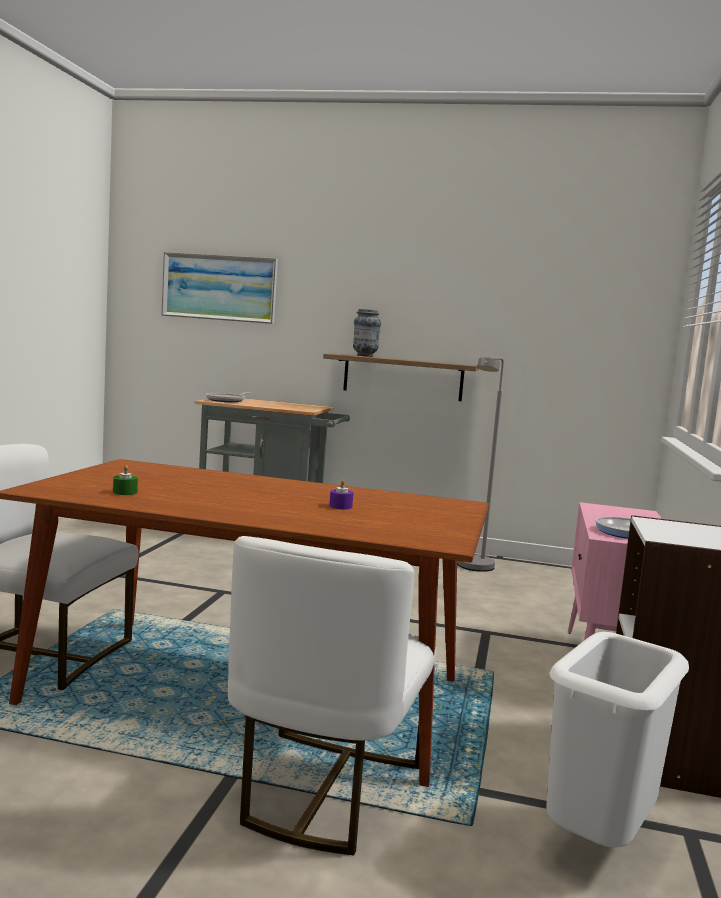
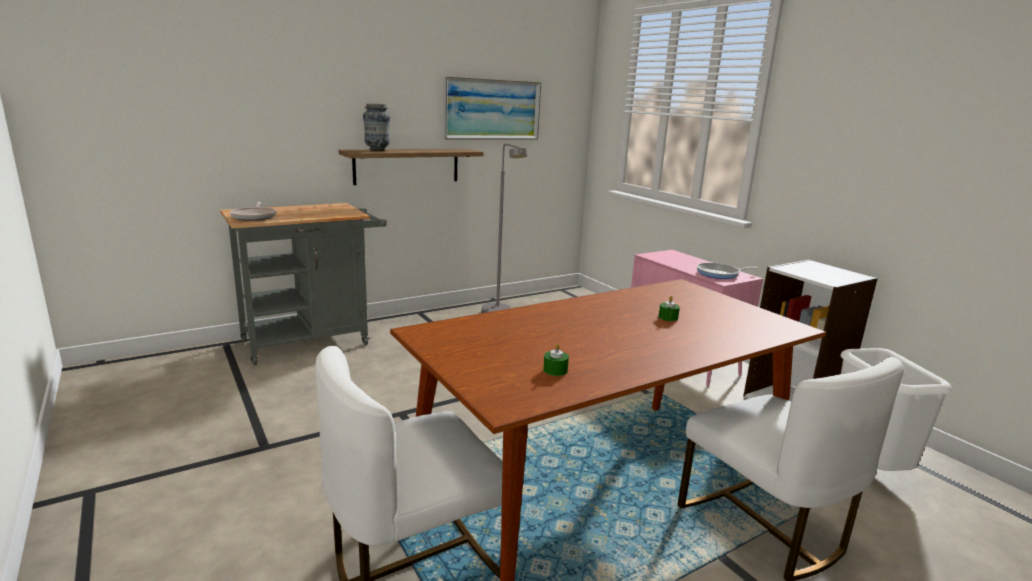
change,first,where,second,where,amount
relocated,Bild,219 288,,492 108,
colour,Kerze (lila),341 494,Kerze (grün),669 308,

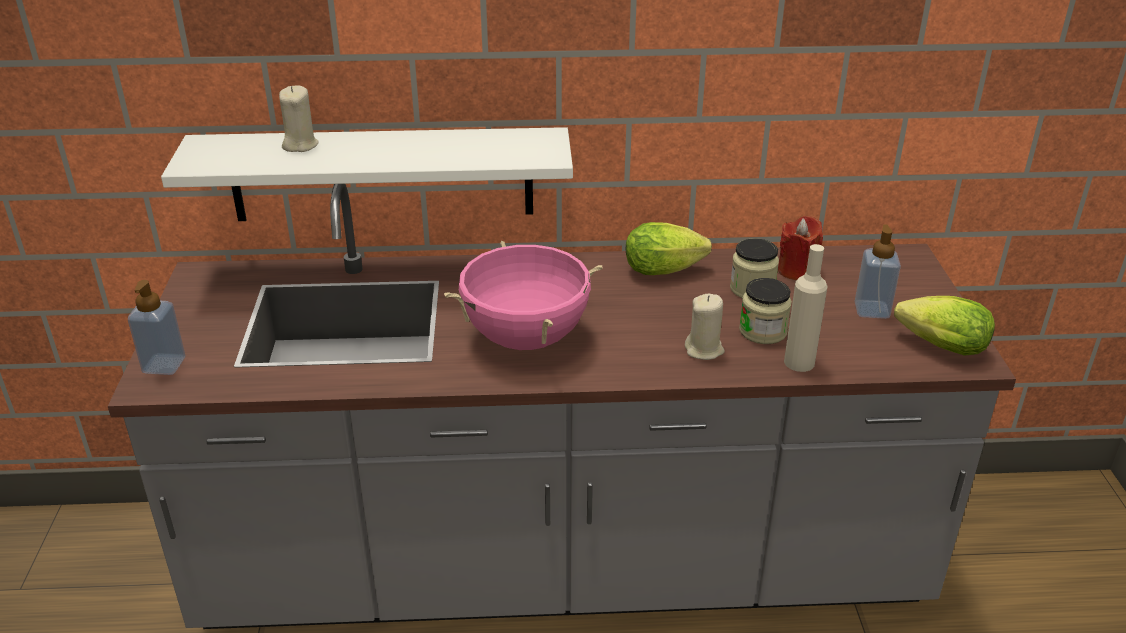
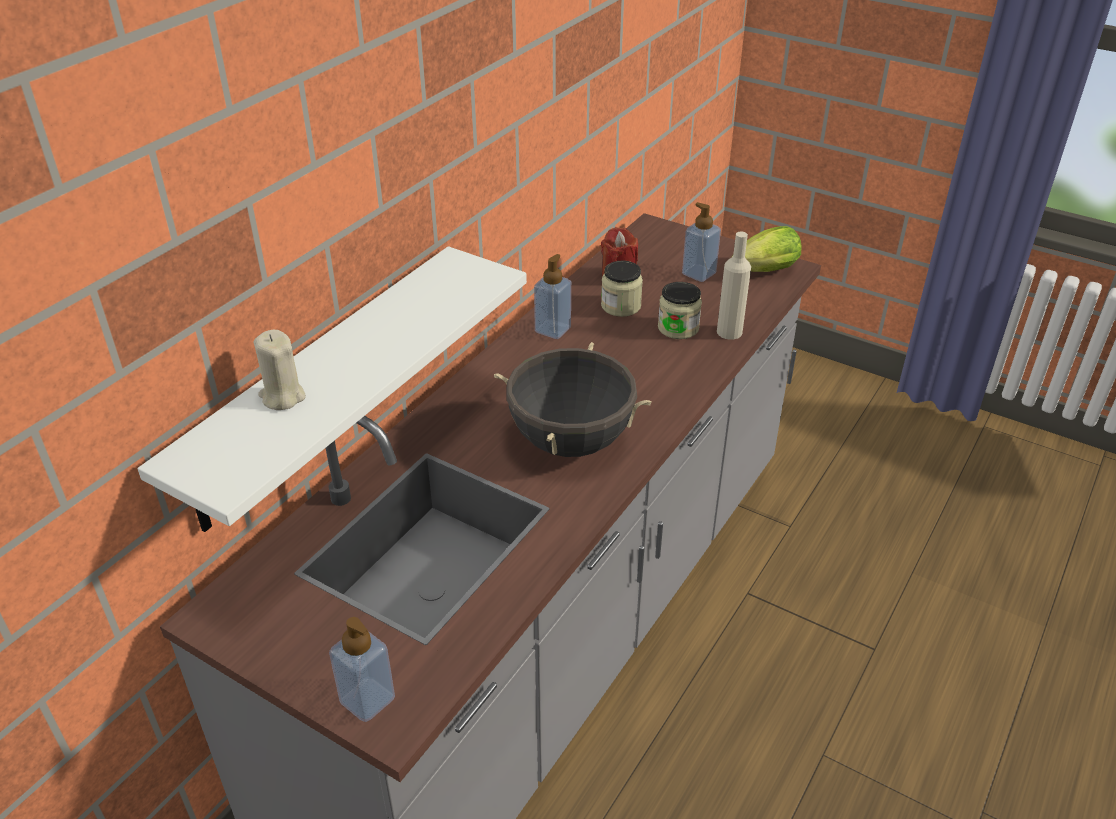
change,first,where,second,where,amount
missing,Kerze (beige),705 327,,,
exchanged,Salatkopf,669 248,Seifenspender,552 296,
colour,Kochtopf (rosa),523 295,Kochtopf (schwarz),573 399,

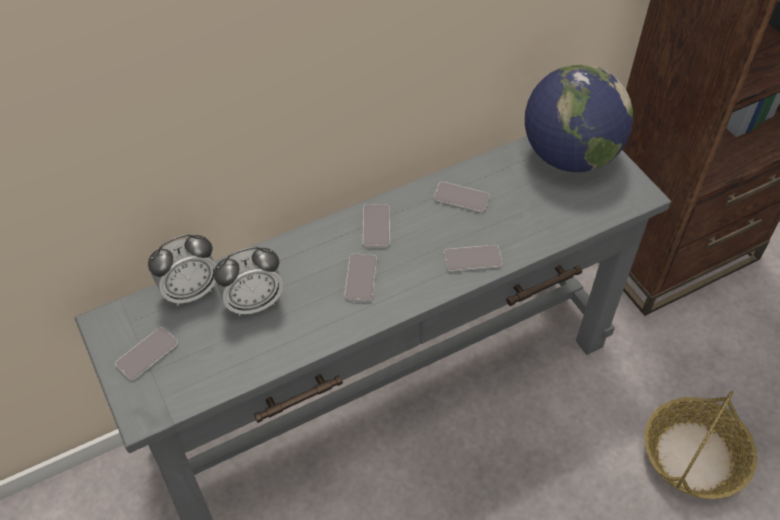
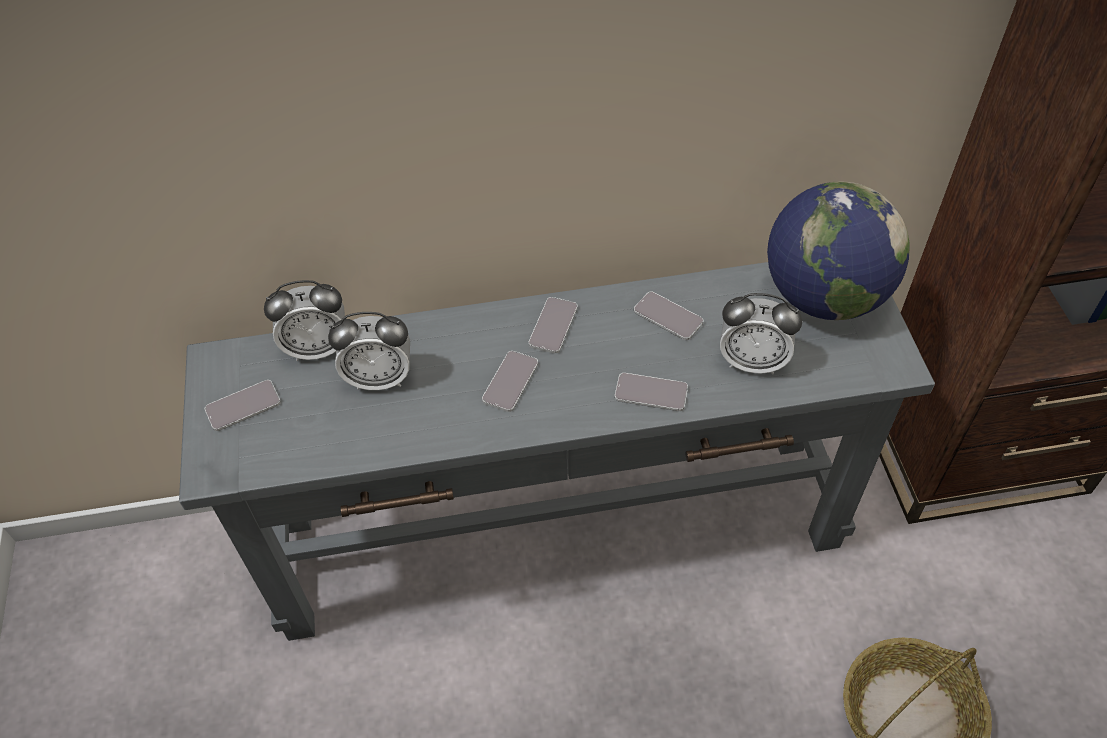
change,first,where,second,where,amount
appeared,,,Wecker,761 334,

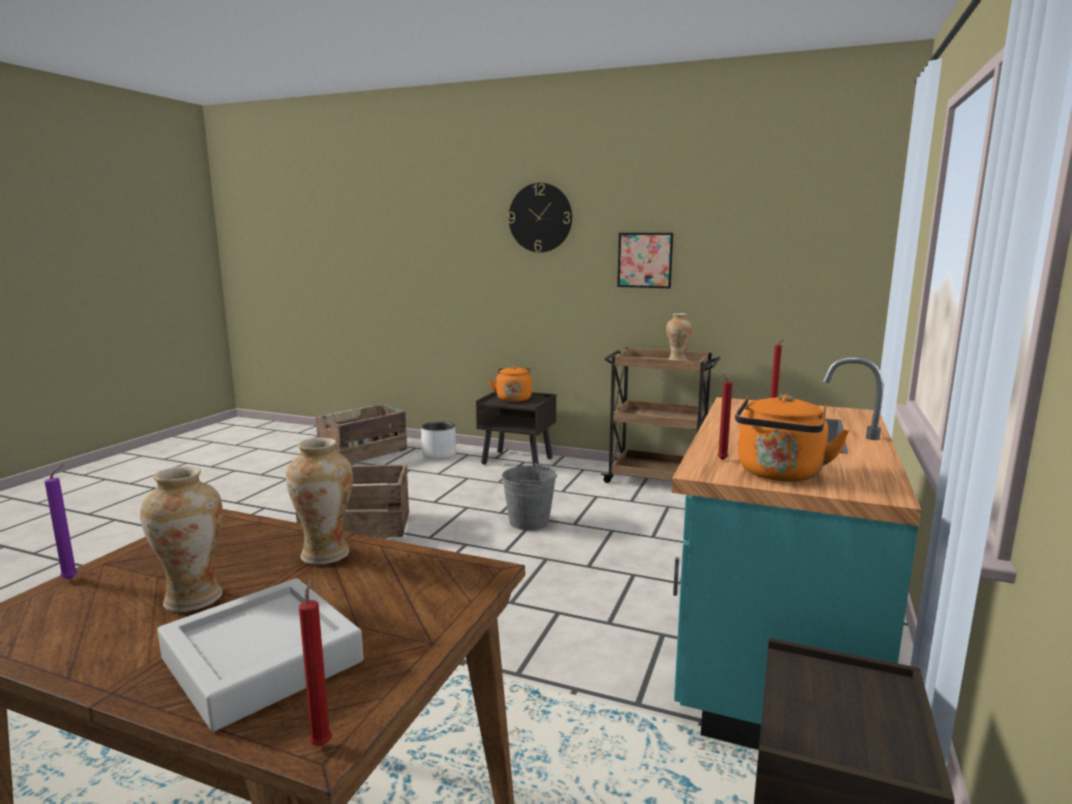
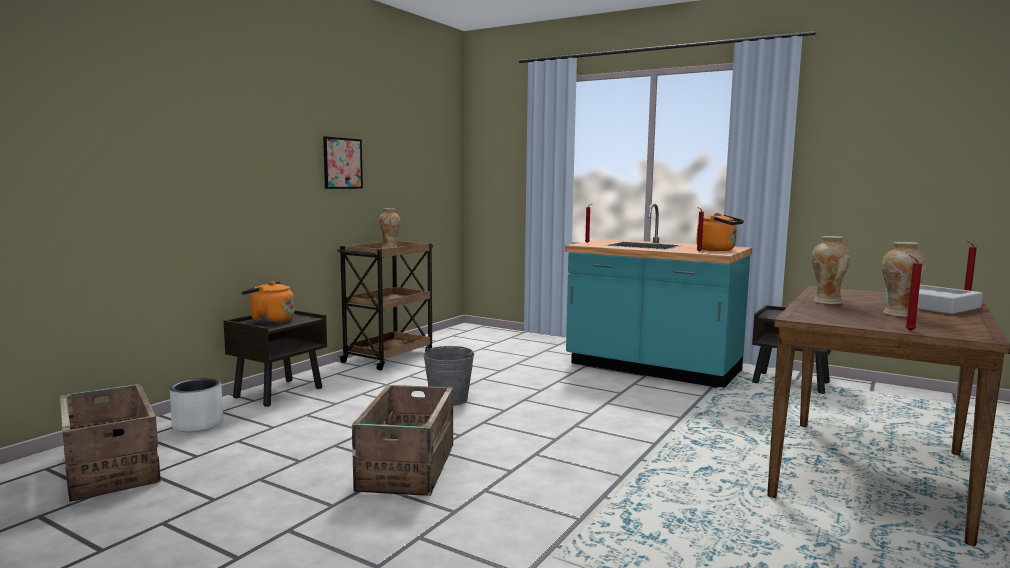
change,first,where,second,where,amount
missing,Wanduhr,540 217,,,
colour,Kerze (lila),61 521,Kerze (rot),913 293,

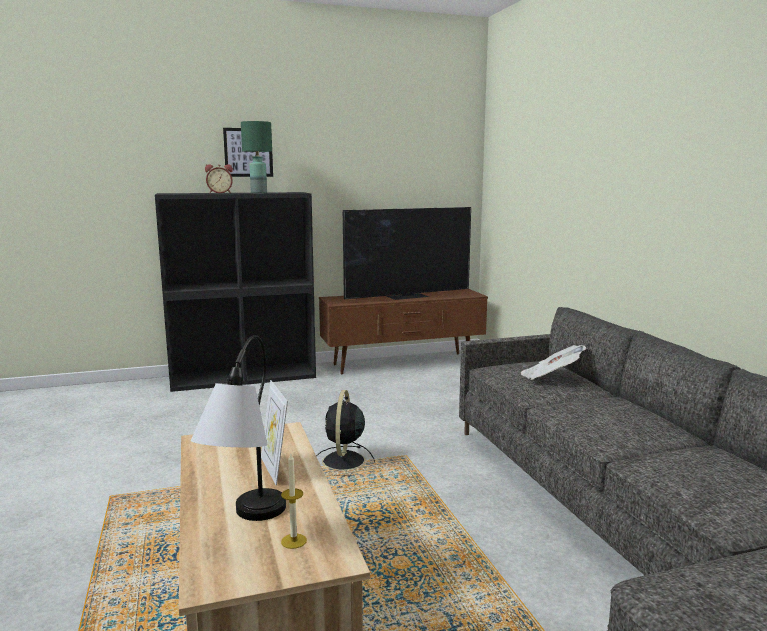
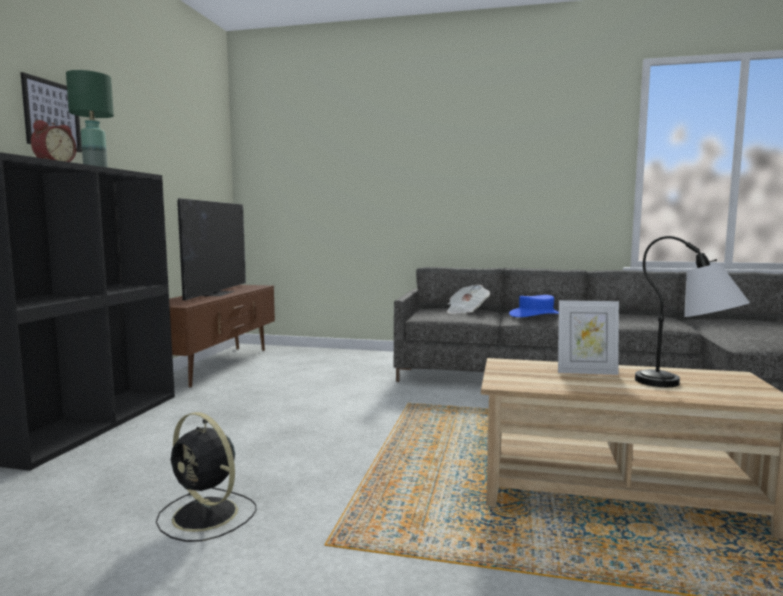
change,first,where,second,where,amount
missing,Kerze,294 501,,,
appeared,,,Hut (blau),534 306,
relocated,Ventilator (schwarz),345 433,,206 477,

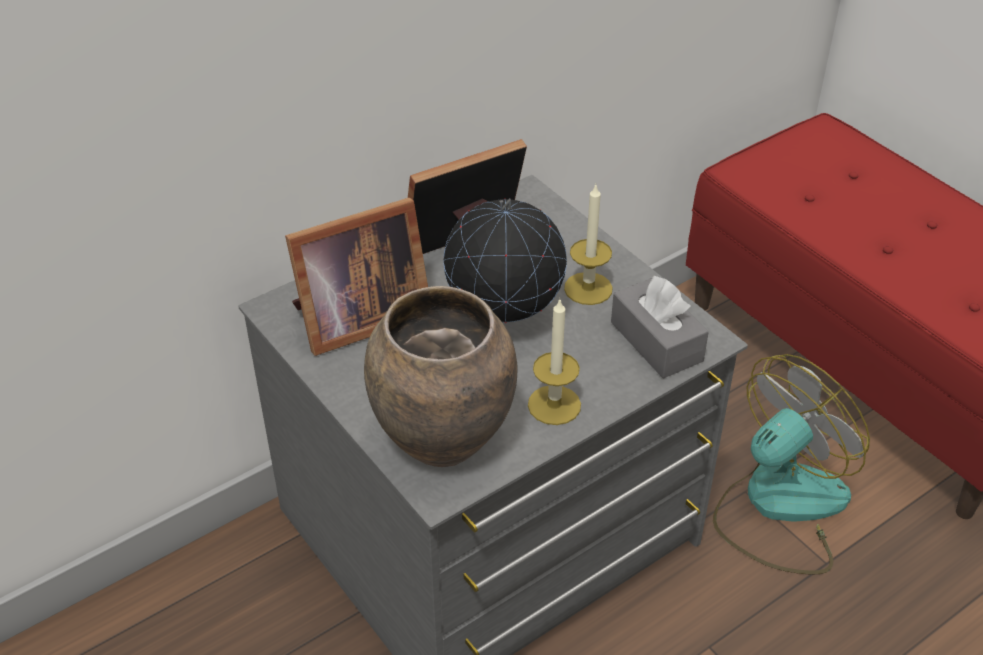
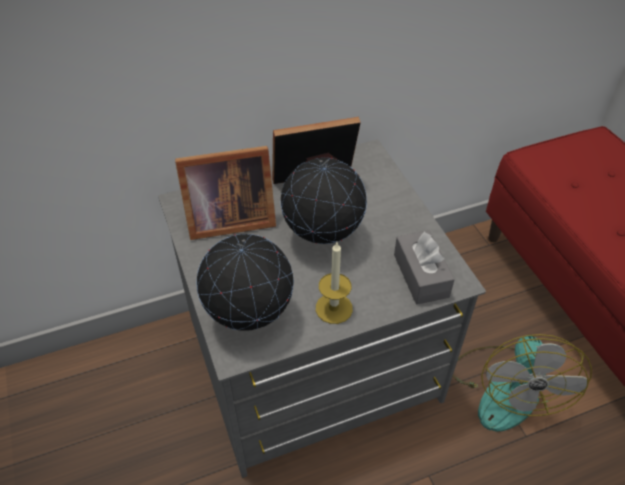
change,first,where,second,where,amount
missing,Kerze,588 245,,,
exchanged,Vase (braun),441 376,Globus,245 282,
spun,Ventilator,791 464,,522 383,120 degrees clockwise

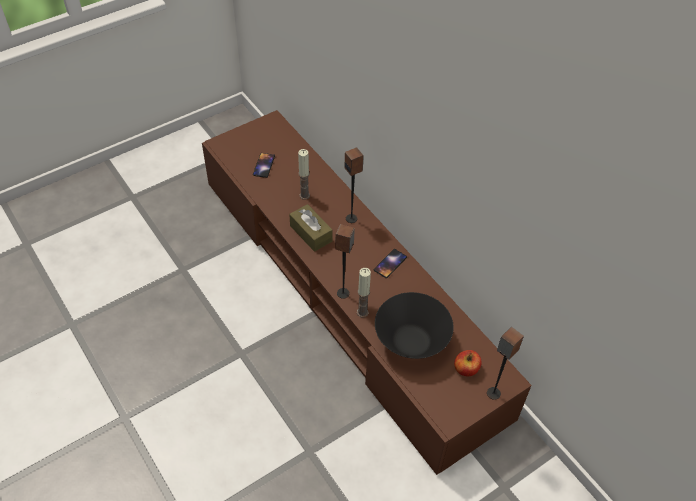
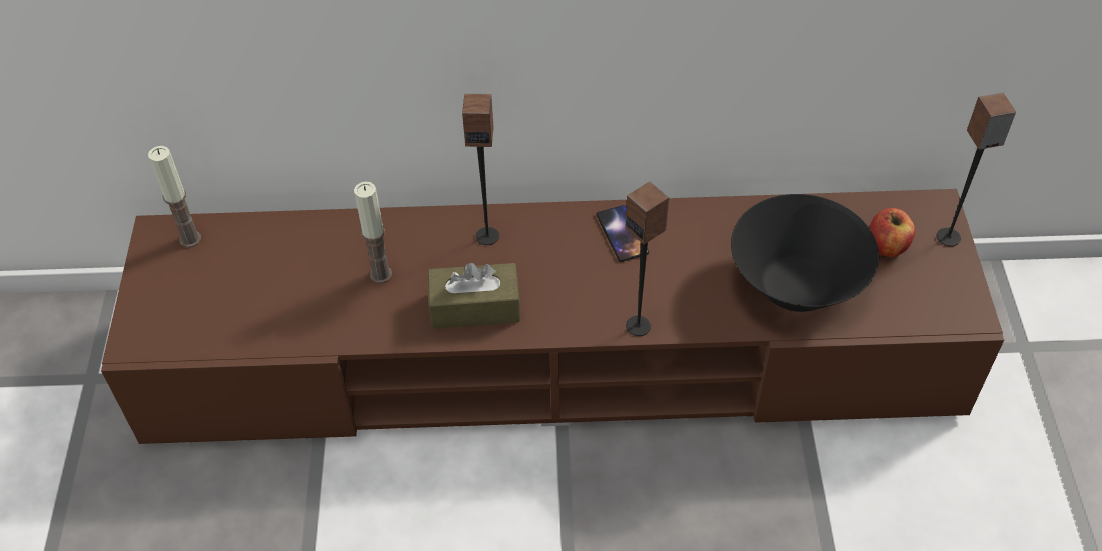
change,first,where,second,where,amount
missing,Handy,264 165,,,
relocated,Kerze,364 293,,174 197,

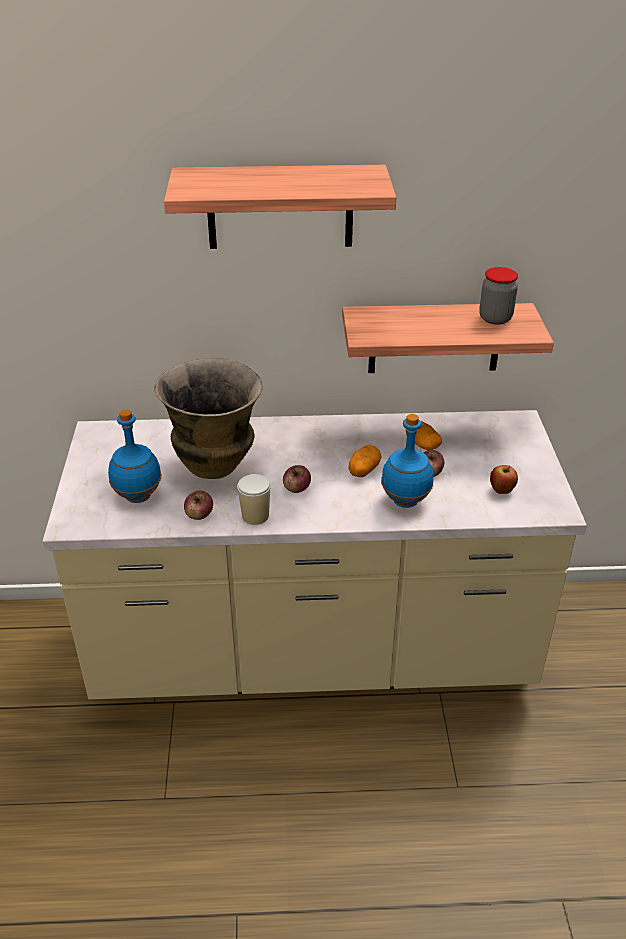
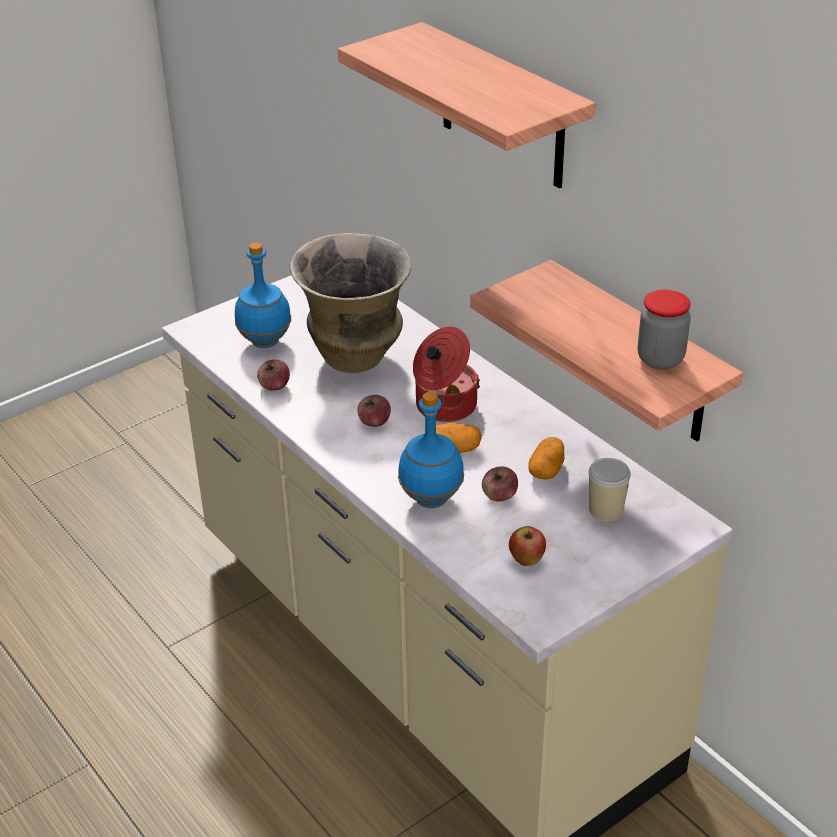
change,first,where,second,where,amount
appeared,,,Kochtopf,446 374,
relocated,Tasse,254 499,,609 489,

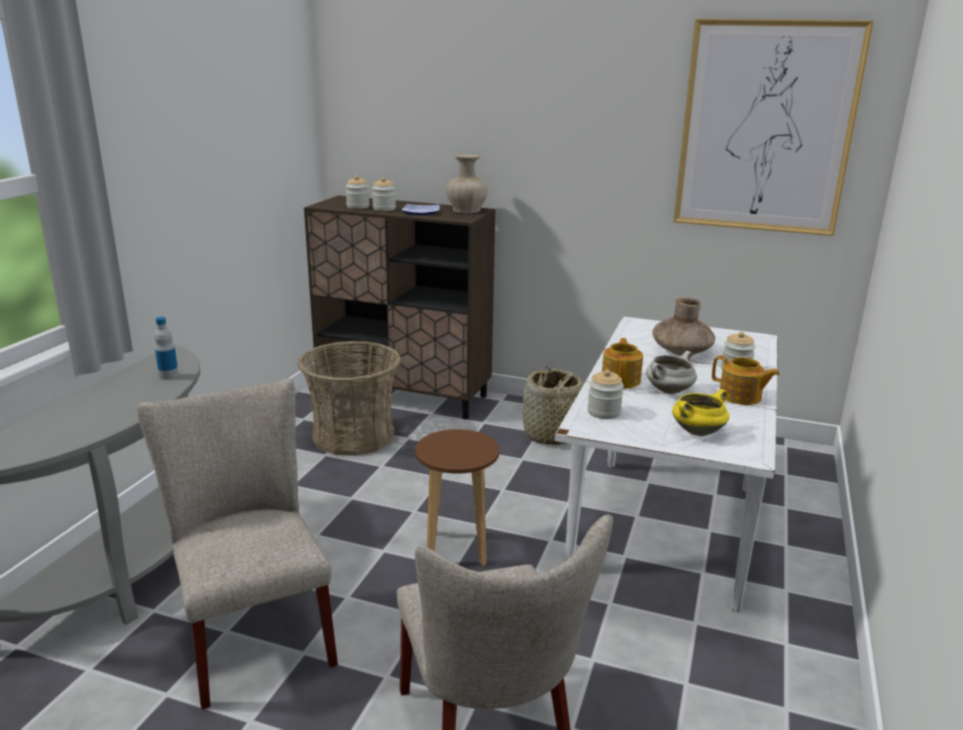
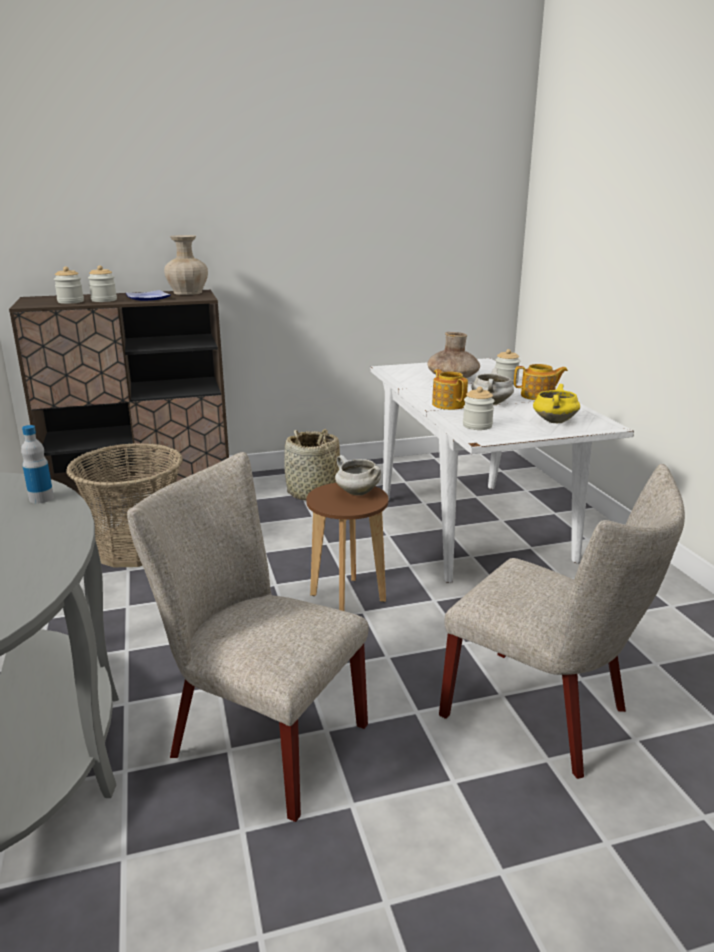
change,first,where,second,where,amount
missing,Bild,773 127,,,
appeared,,,Kochtopf (weiß),358 475,

